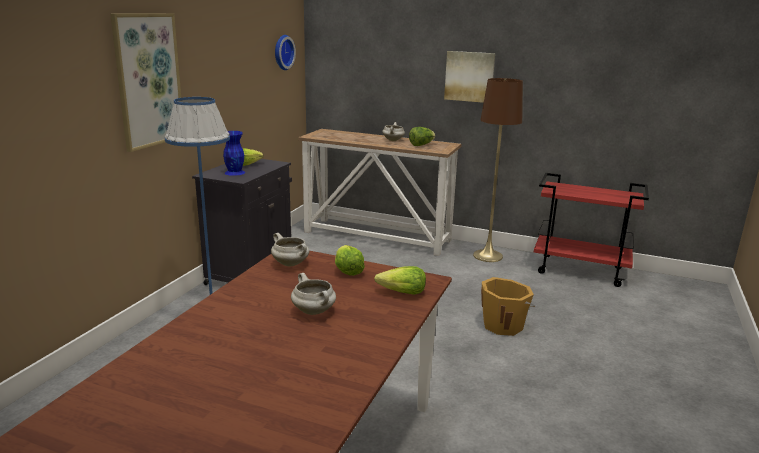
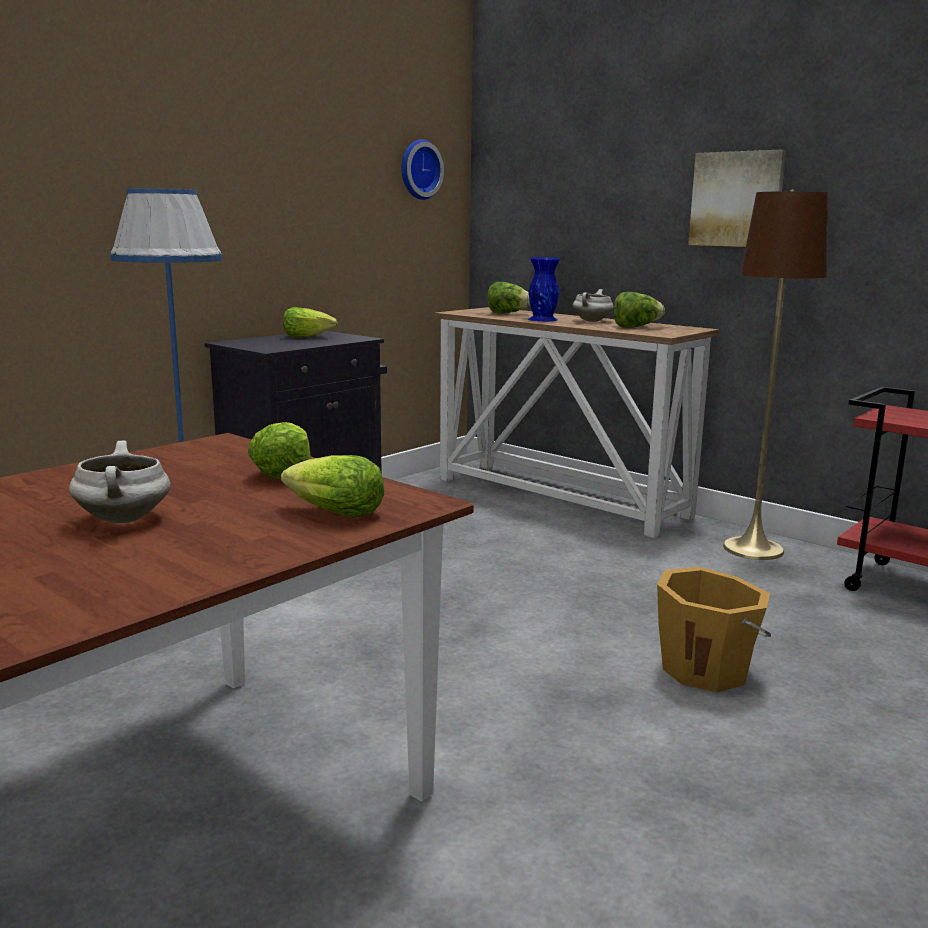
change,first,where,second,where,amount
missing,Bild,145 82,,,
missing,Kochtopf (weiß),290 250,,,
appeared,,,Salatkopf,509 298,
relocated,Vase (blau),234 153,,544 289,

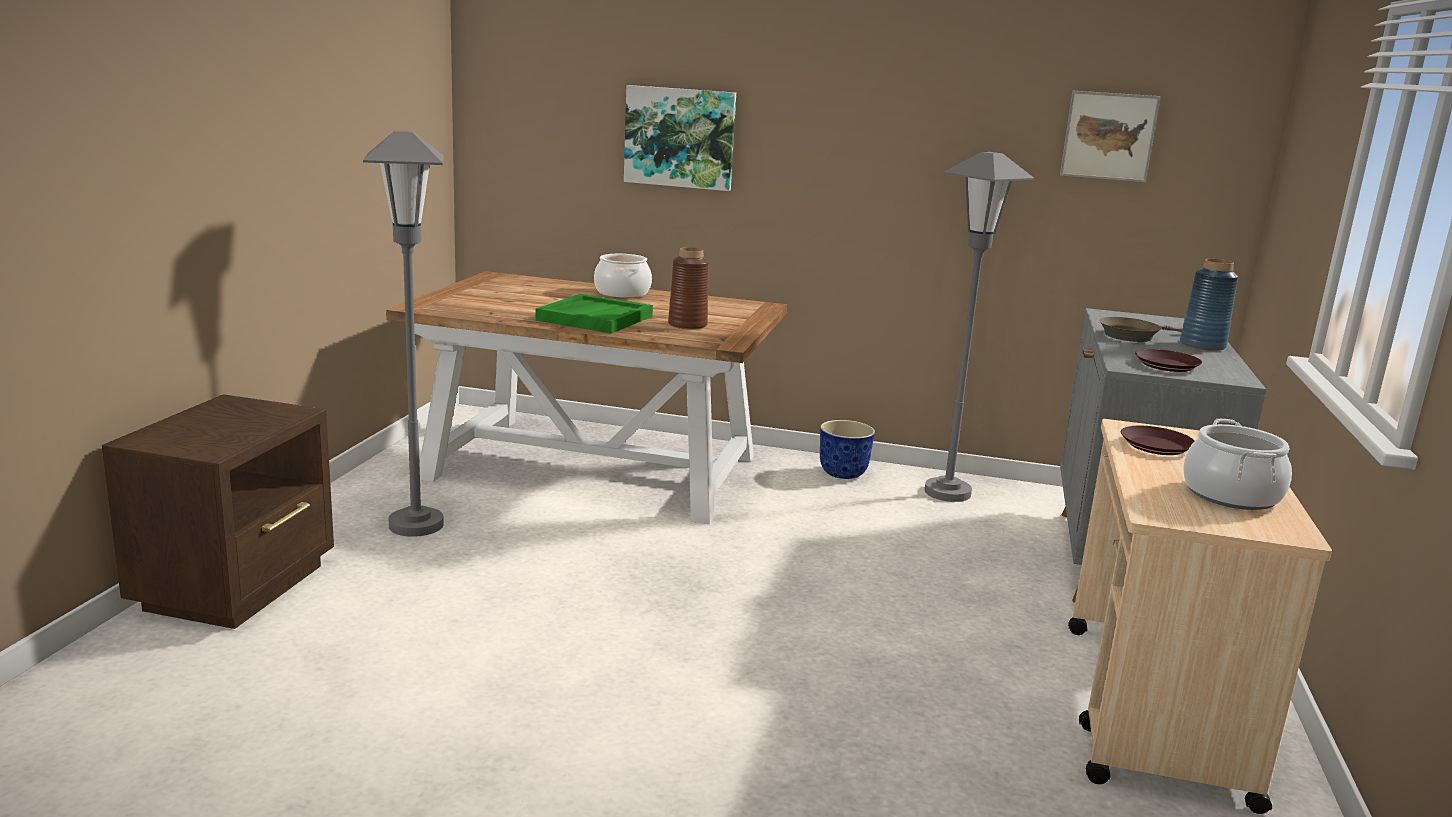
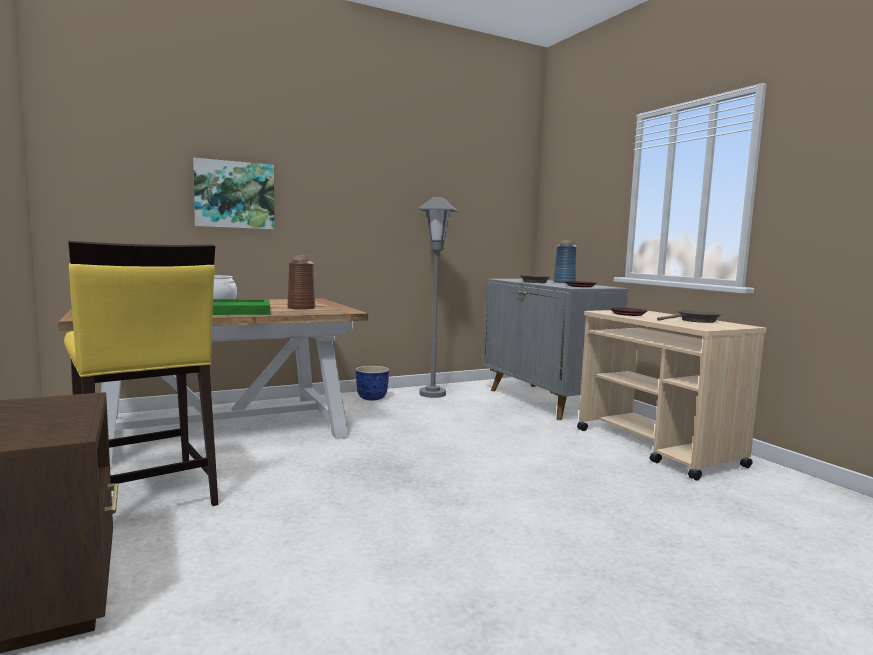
change,first,where,second,where,amount
missing,Bild,1110 136,,,
exchanged,Stehlampe (grau),403 333,Hocker (gelb),141 373,
exchanged,Kochtopf,1237 464,Pfanne (braun),689 316,

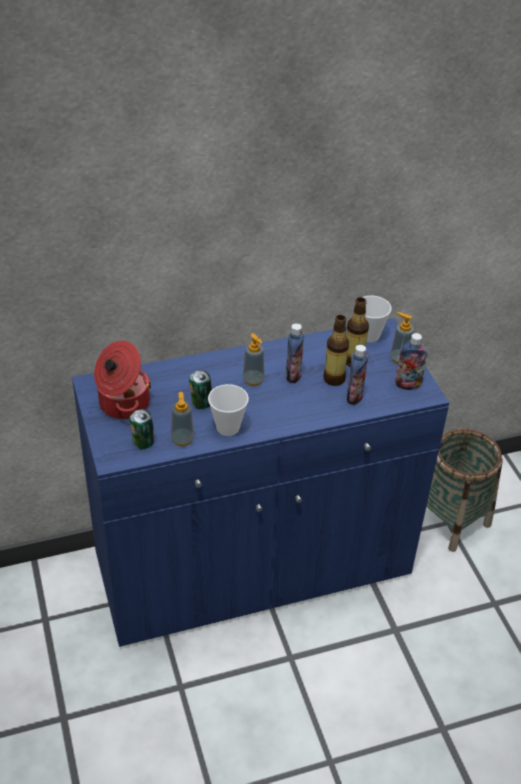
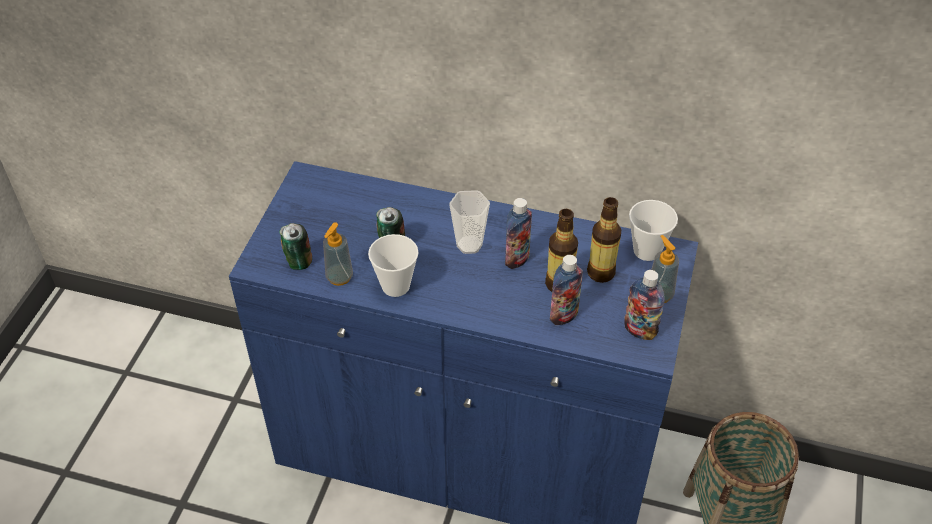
change,first,where,second,where,amount
missing,Kochtopf,122 380,,,
exchanged,Seifenspender,253 360,Tasse,469 222,

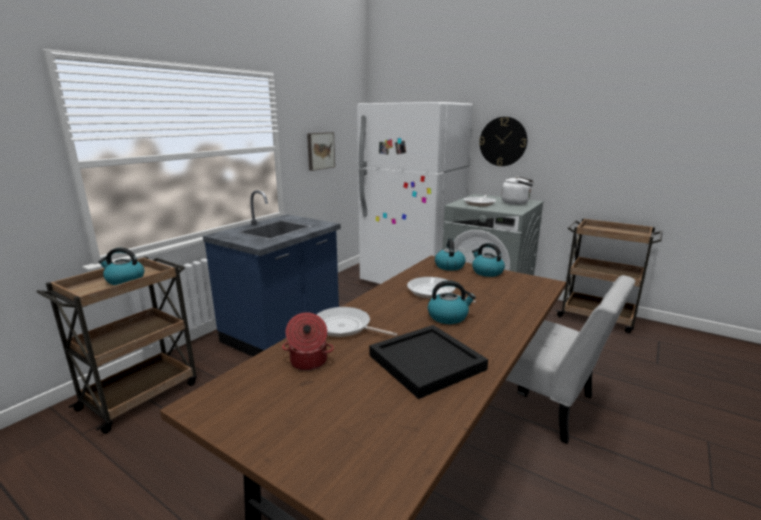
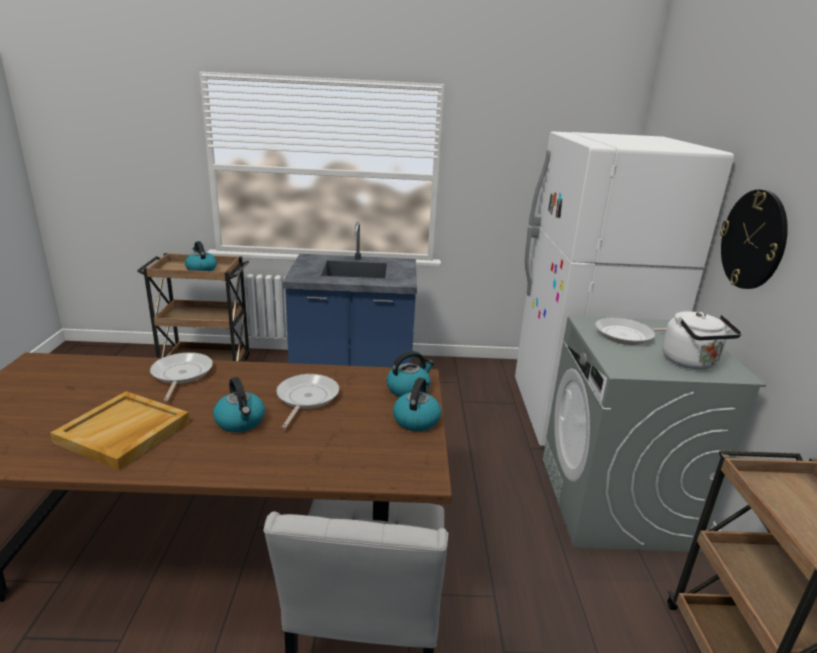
change,first,where,second,where,amount
missing,Kochtopf,308 341,,,
missing,Bild,321 151,,,
colour,Tablett (schwarz),428 362,Tablett (beige),120 430,

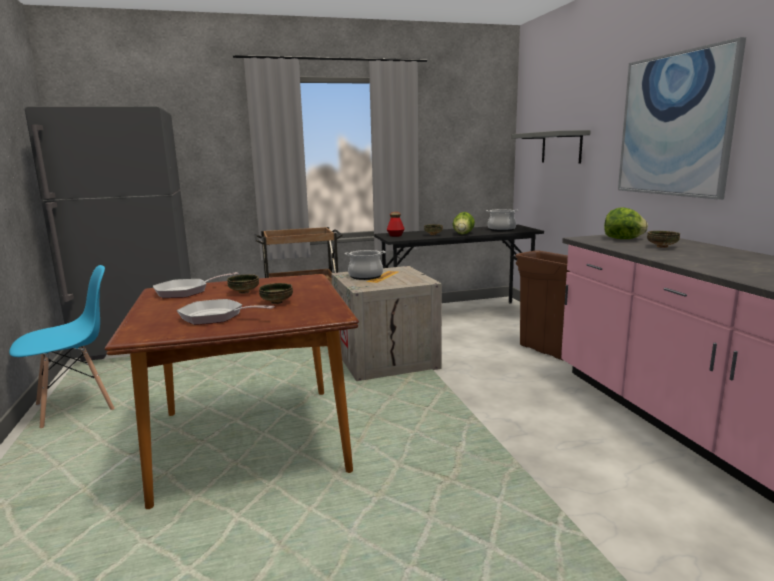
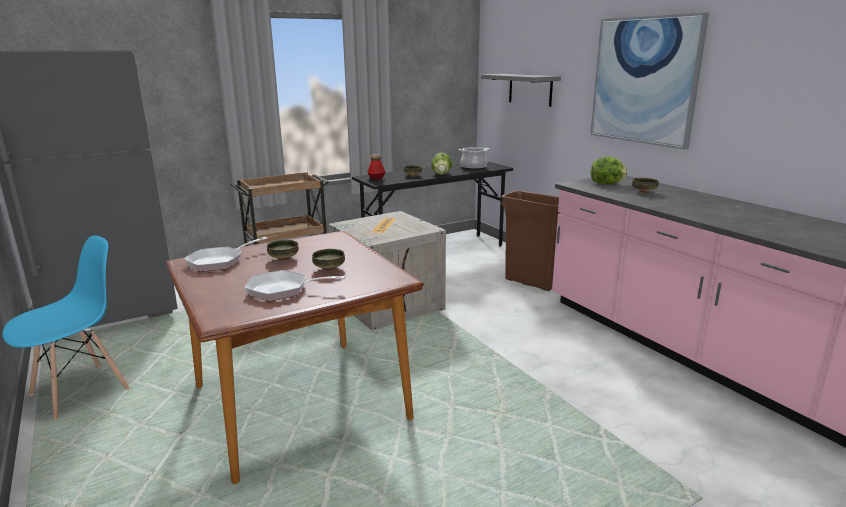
change,first,where,second,where,amount
missing,Kochtopf,364 265,,,

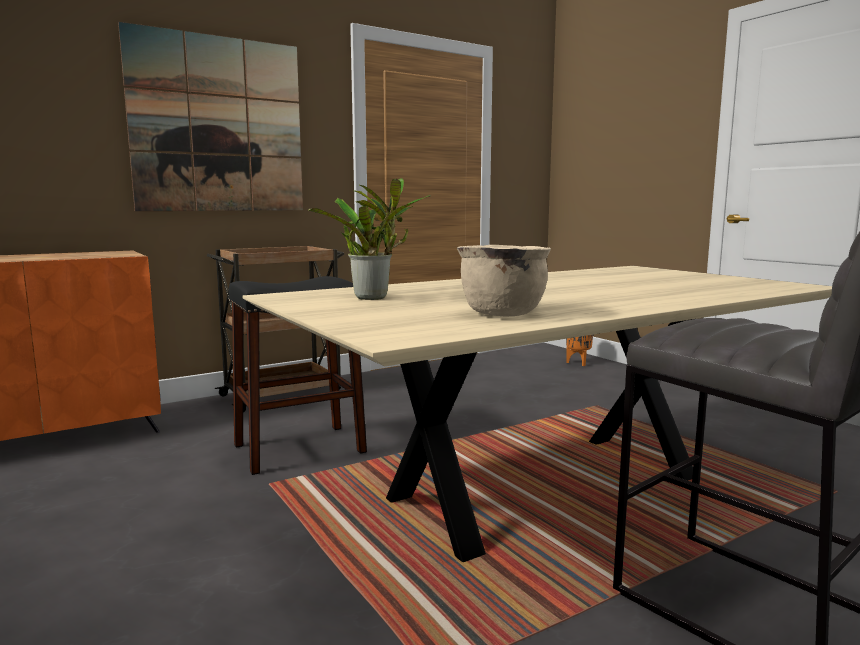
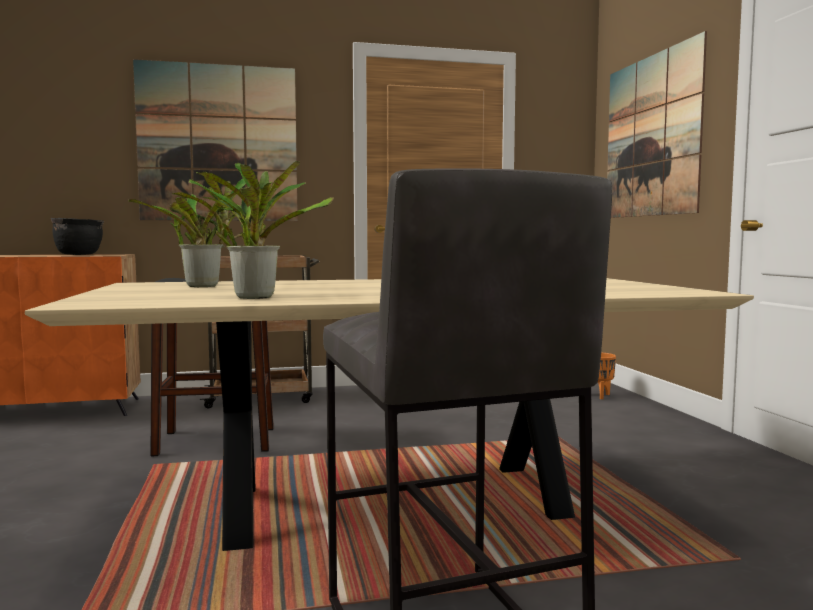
change,first,where,second,where,amount
appeared,,,Kochtopf (schwarz),77 236,
appeared,,,Bild,657 124,
exchanged,Kochtopf (beige),504 280,Topfpflanze,261 230,

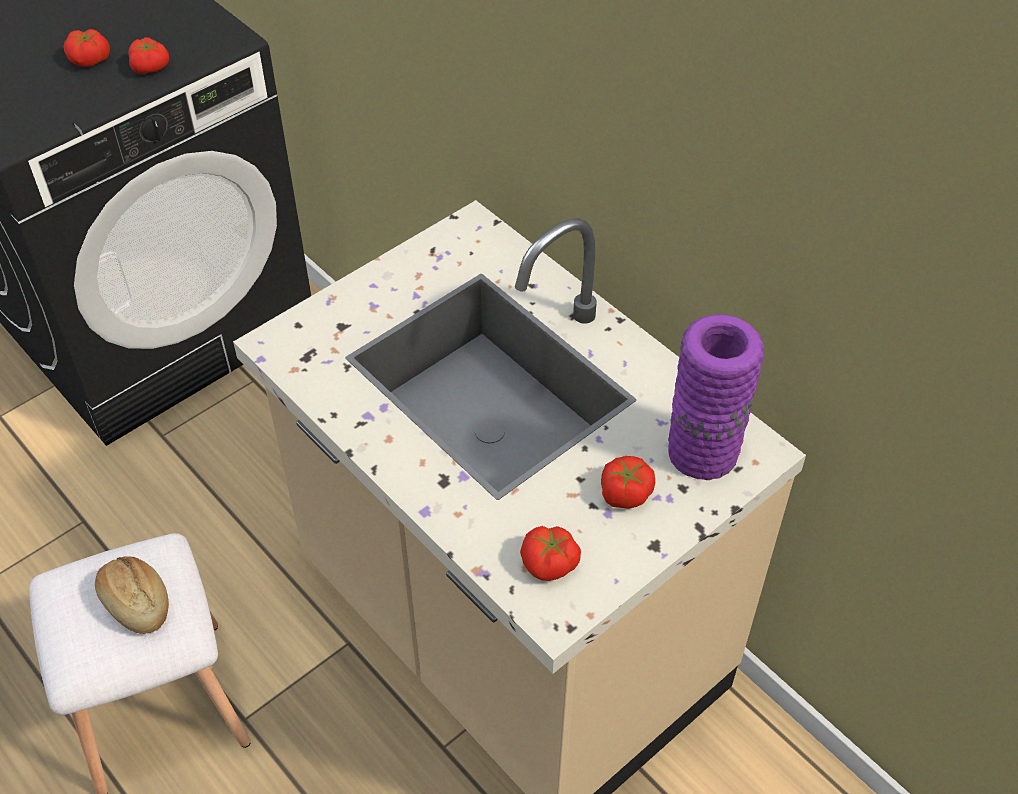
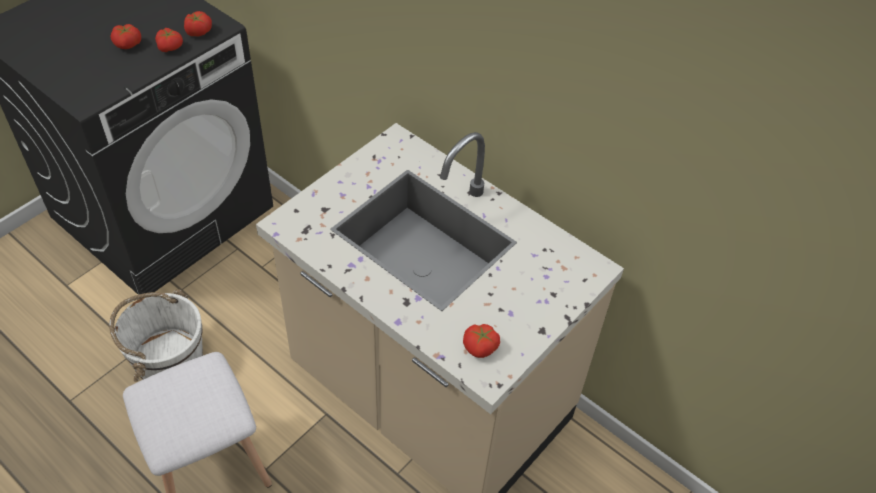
change,first,where,second,where,amount
missing,Brot,132 595,,,
missing,Vase (lila),716 397,,,
appeared,,,Eimer (weiß),156 335,
relocated,Tomate,628 482,,198 23,

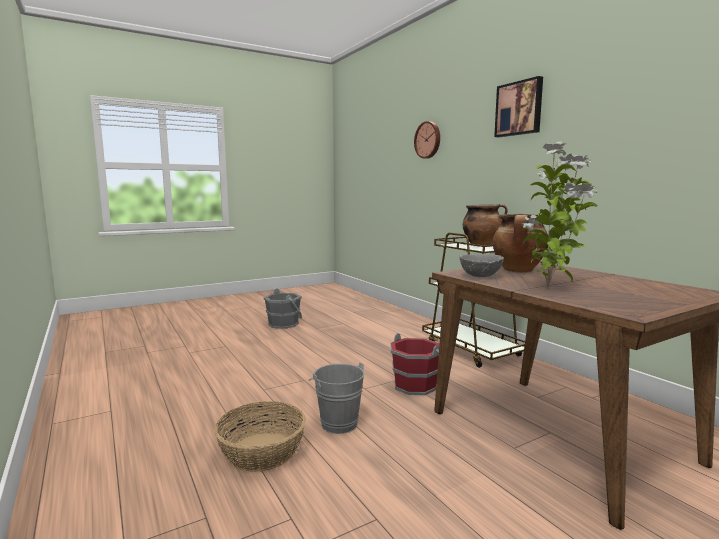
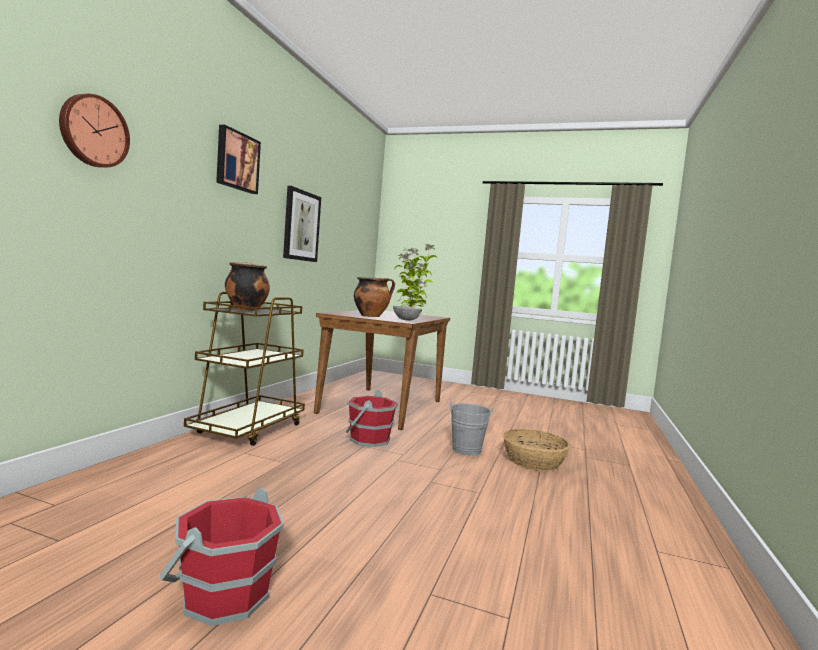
change,first,where,second,where,amount
appeared,,,Bild,302 224,
colour,Eimer (grau),282 308,Eimer (rot),221 556,

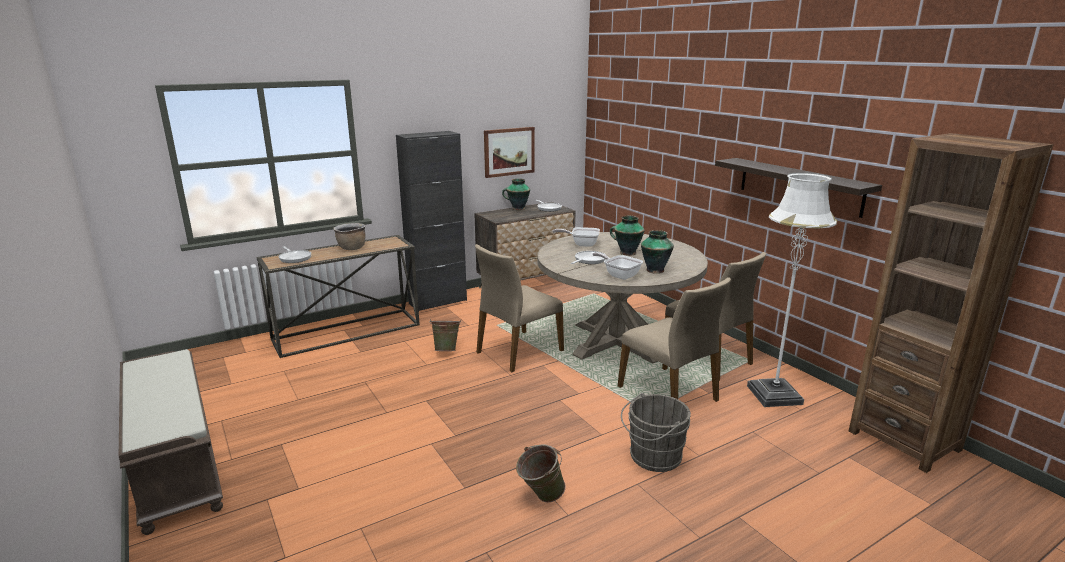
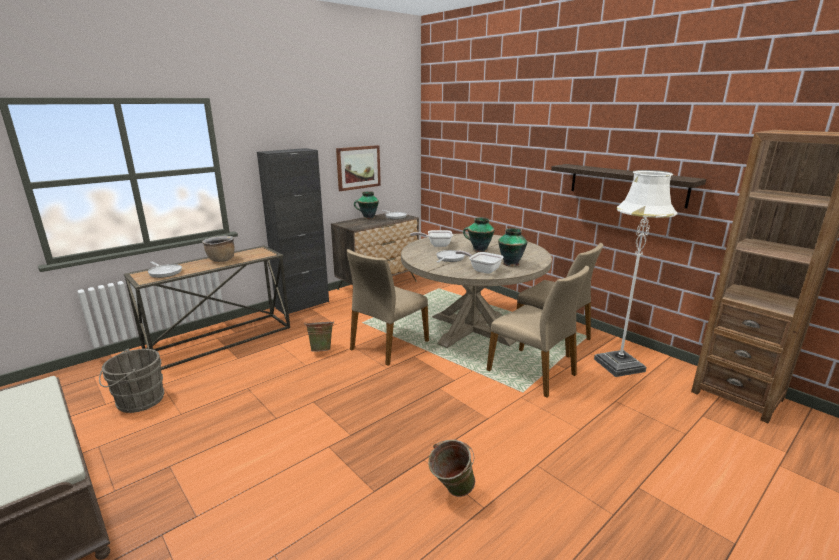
change,first,where,second,where,amount
relocated,Eimer (grau),656 432,,131 380,

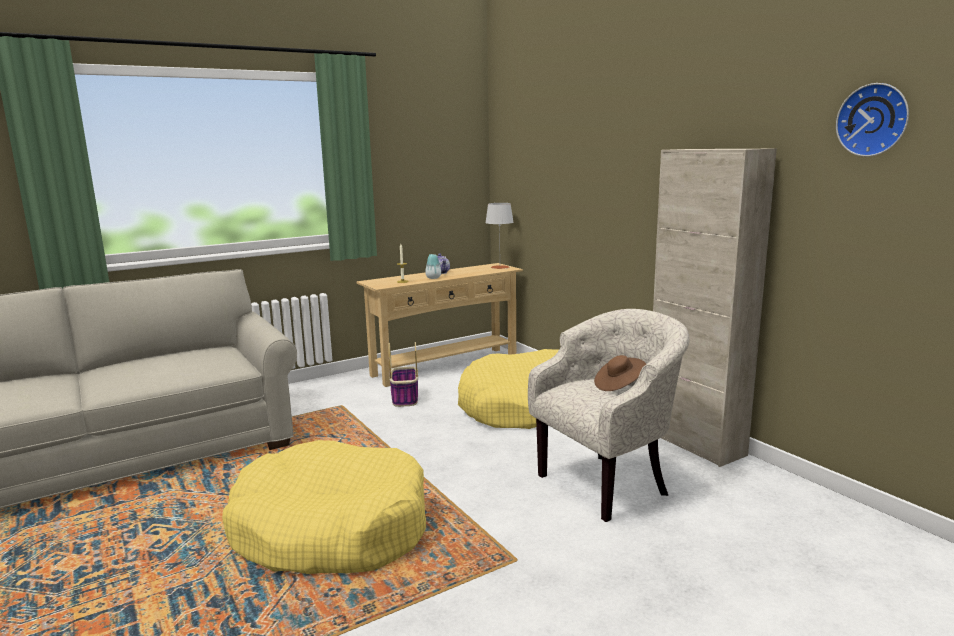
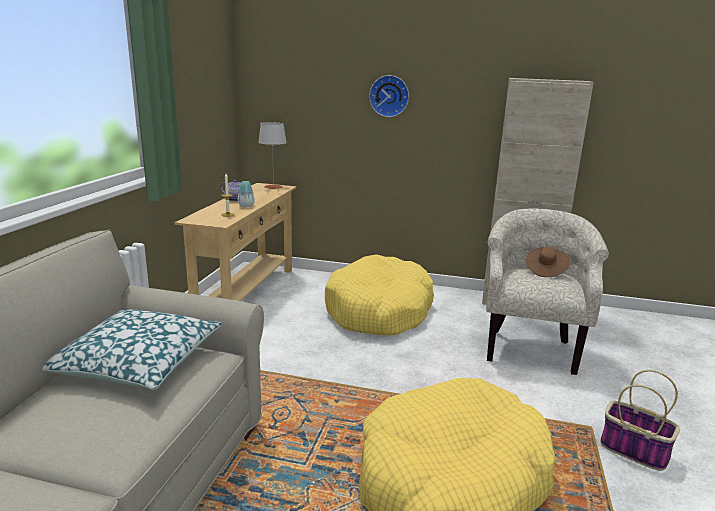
change,first,where,second,where,amount
appeared,,,Kissen,132 349,
relocated,Korb,403 374,,640 420,
relocated,Wanduhr,872 120,,389 96,

